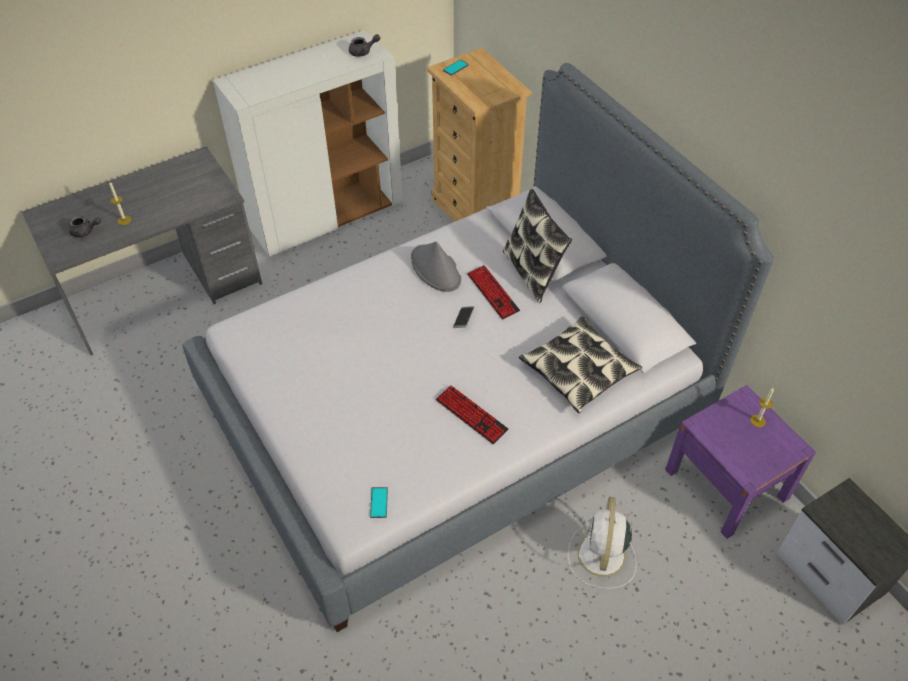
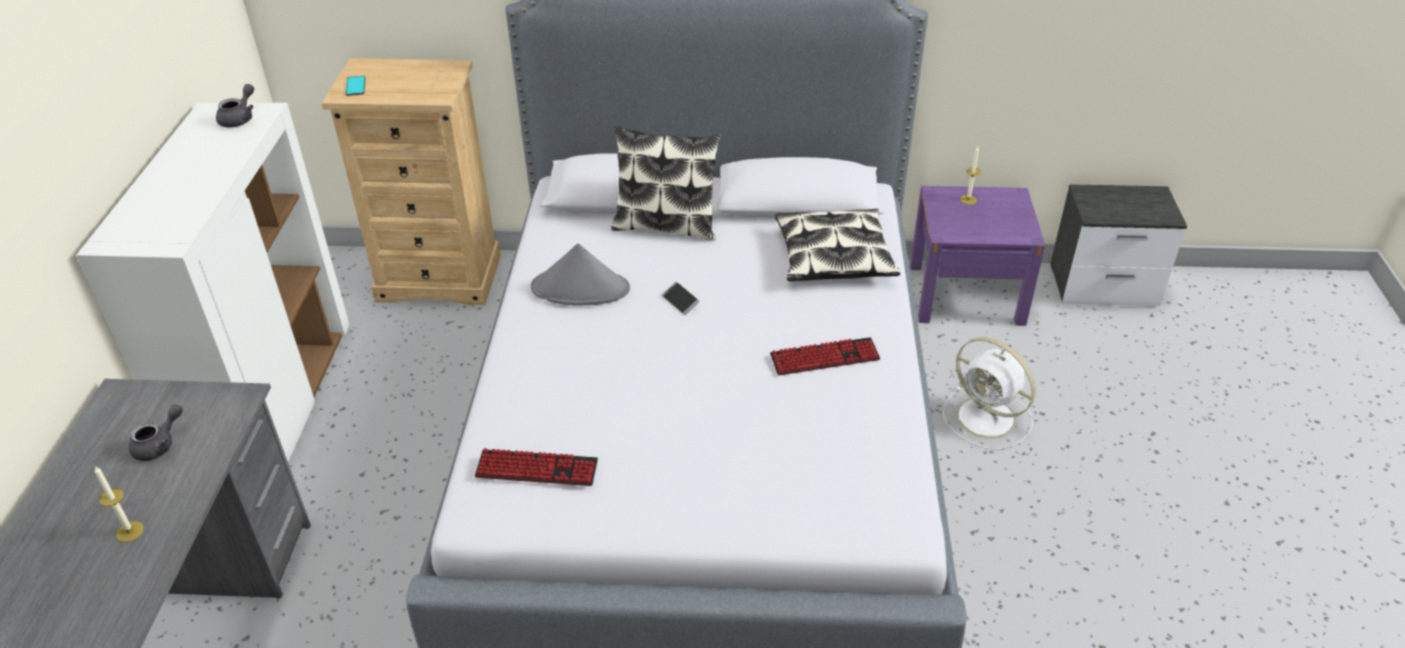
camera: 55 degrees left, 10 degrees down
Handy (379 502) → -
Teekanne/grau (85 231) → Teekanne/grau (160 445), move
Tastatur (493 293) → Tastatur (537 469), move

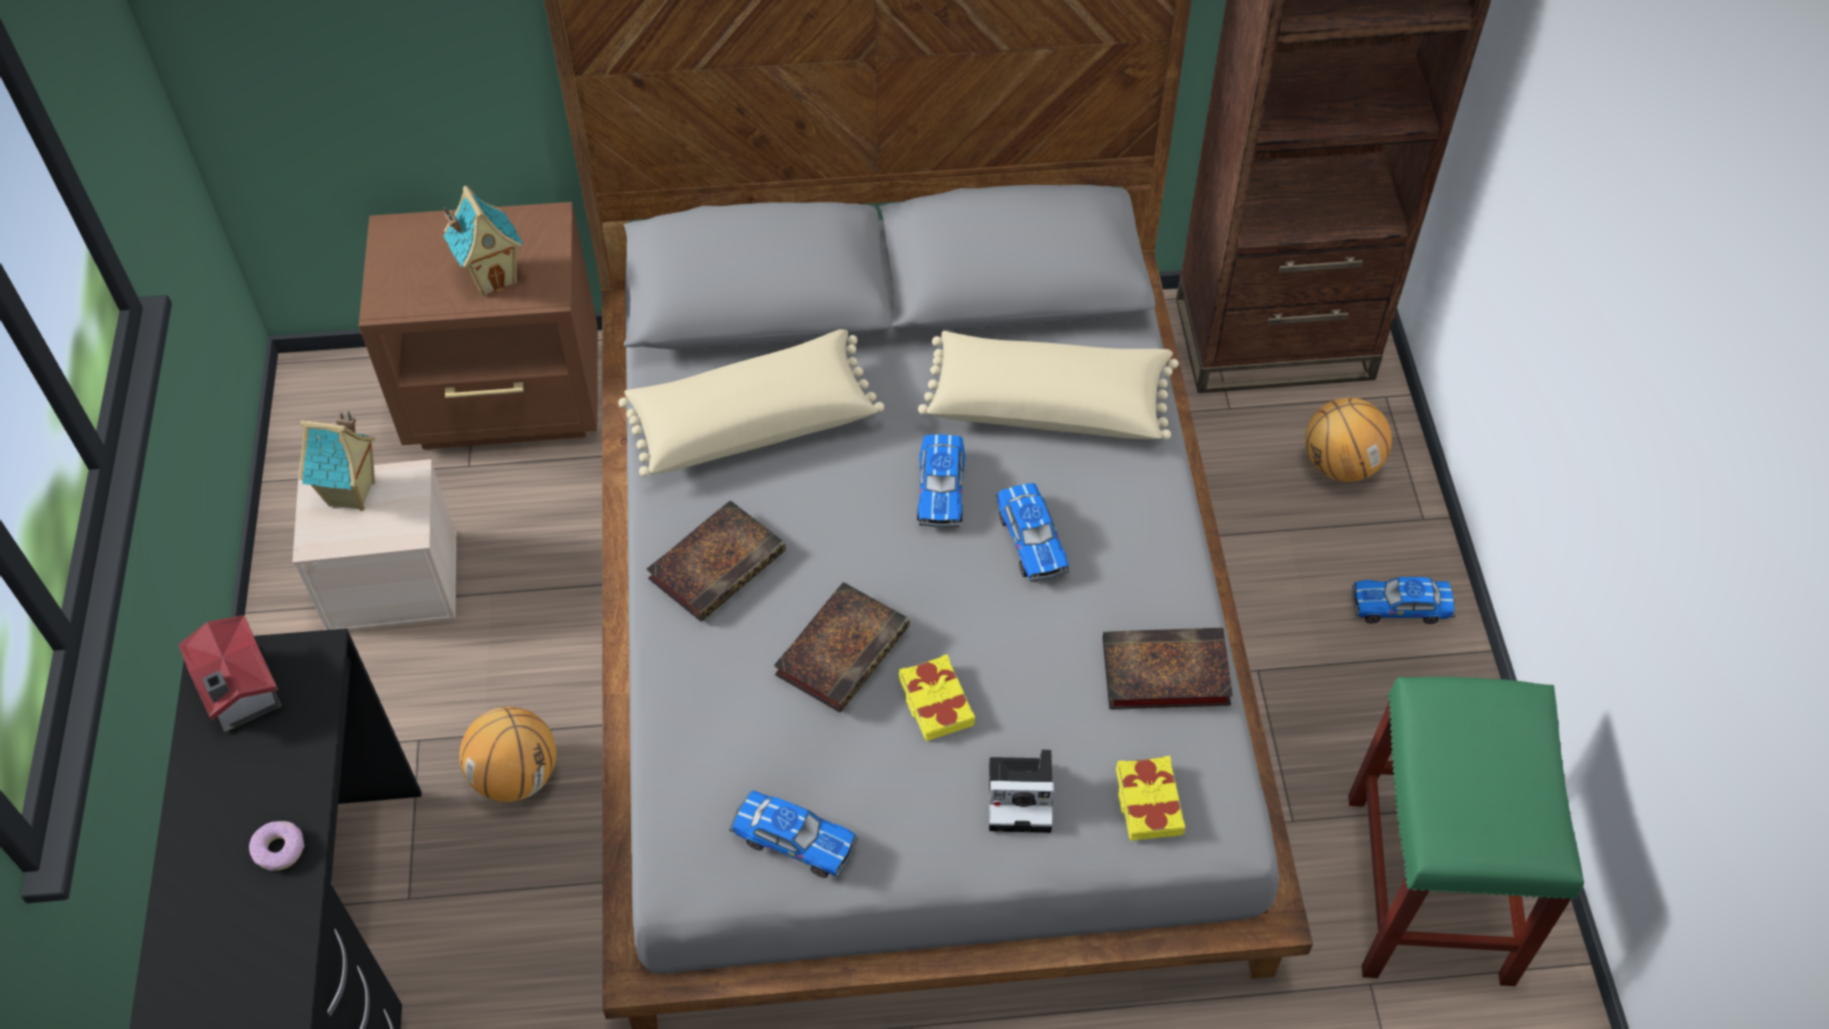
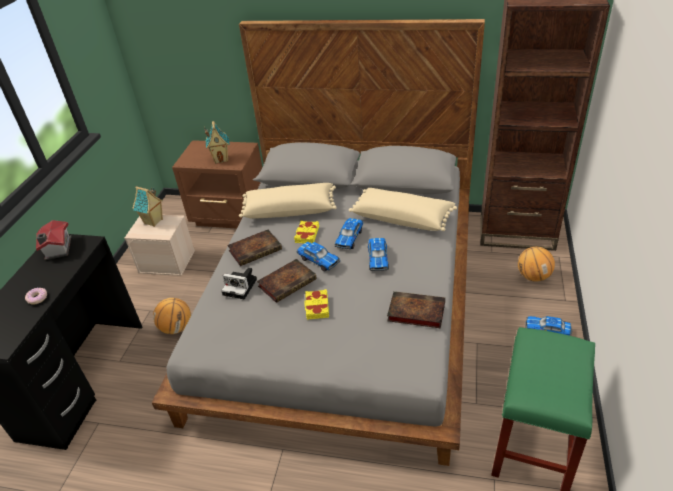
camera: 20 degrees right, 15 degrees down
Spielzeugauto (793 840) → Spielzeugauto (318 260), move
Kamera (1023 795) → Kamera (241 287), move
Buch/gelb (1147 802) → Buch/gelb (306 234), move

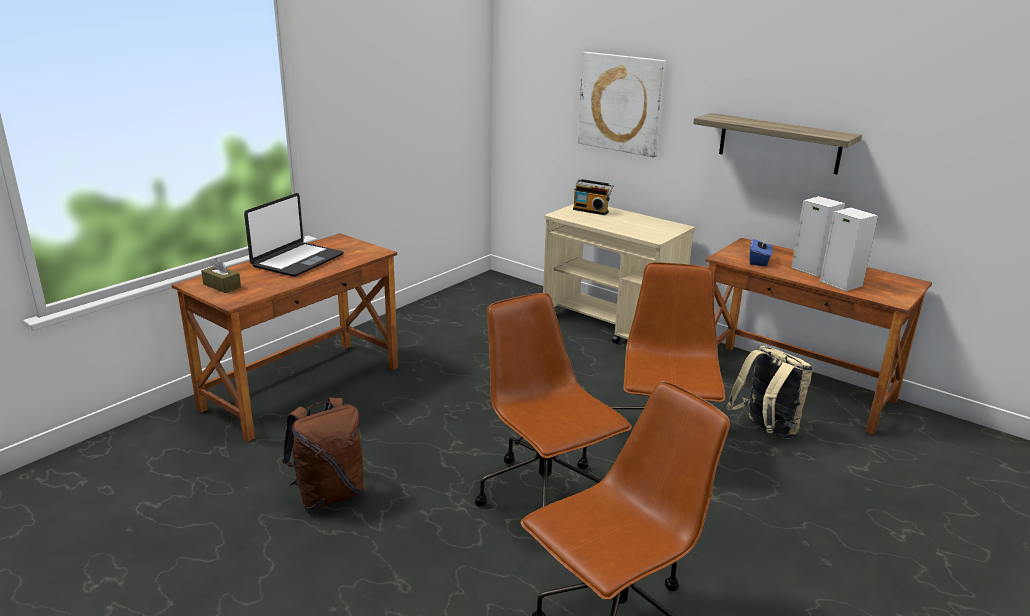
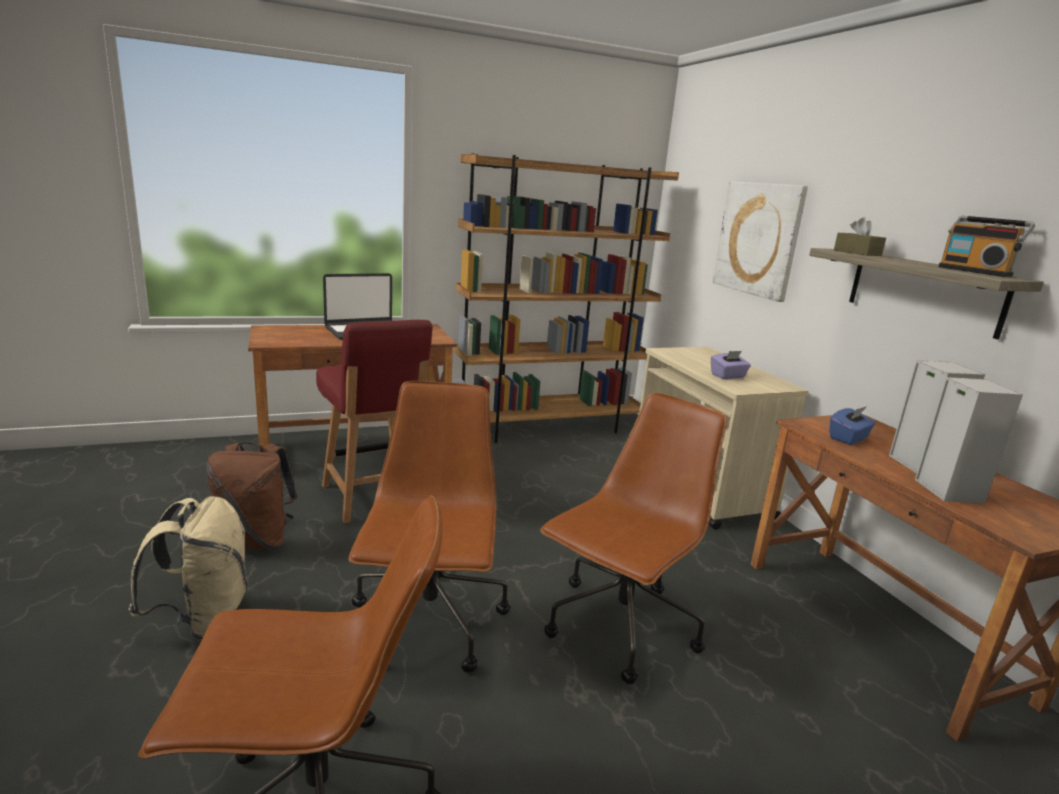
camera: 30 degrees right, 5 degrees down
- → Stuhl/rot (374 497)
- → Bücherregal/braun (548 427)
- → Taschentuchbox/lila (728 376)
Taschentuchbox/braun (222 286) → Taschentuchbox/braun (857 253), move
Radio (591 210) → Radio (975 271), move
Rucksack/beige (765 431) → Rucksack/beige (203 619), move

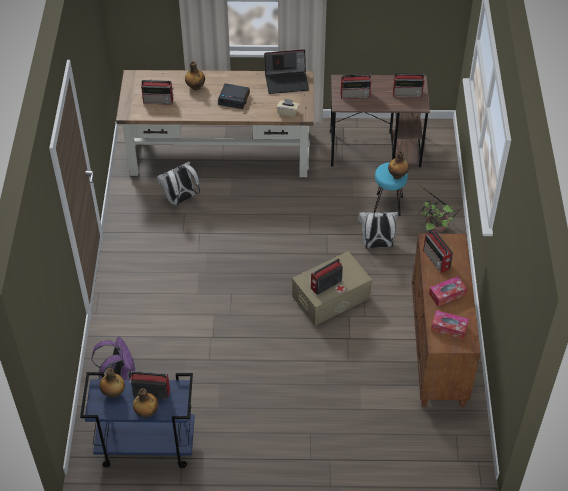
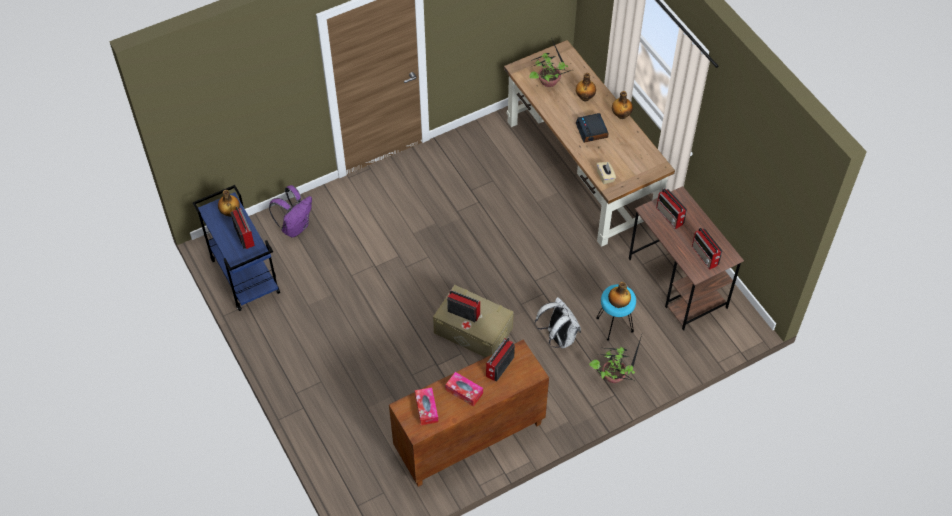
camera: 60 degrees right, 5 degrees up
Rucksack/weiß (180 199) → -
Laptop (287 81) → -
Flasche (146 412) → Flasche (621 115), move
Radio (159 100) → Topfpflanze (548 81)

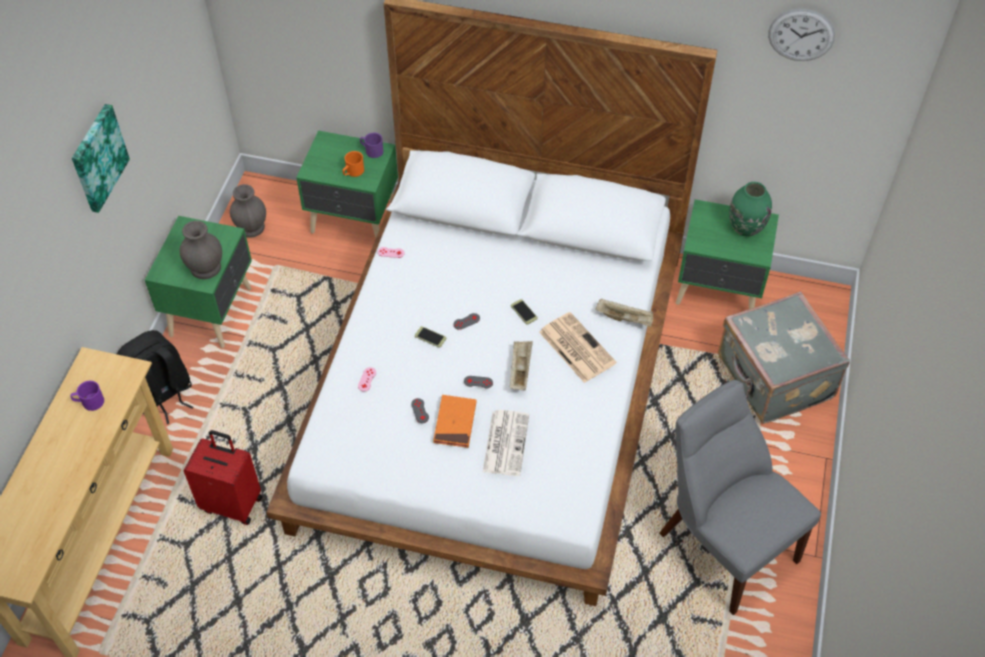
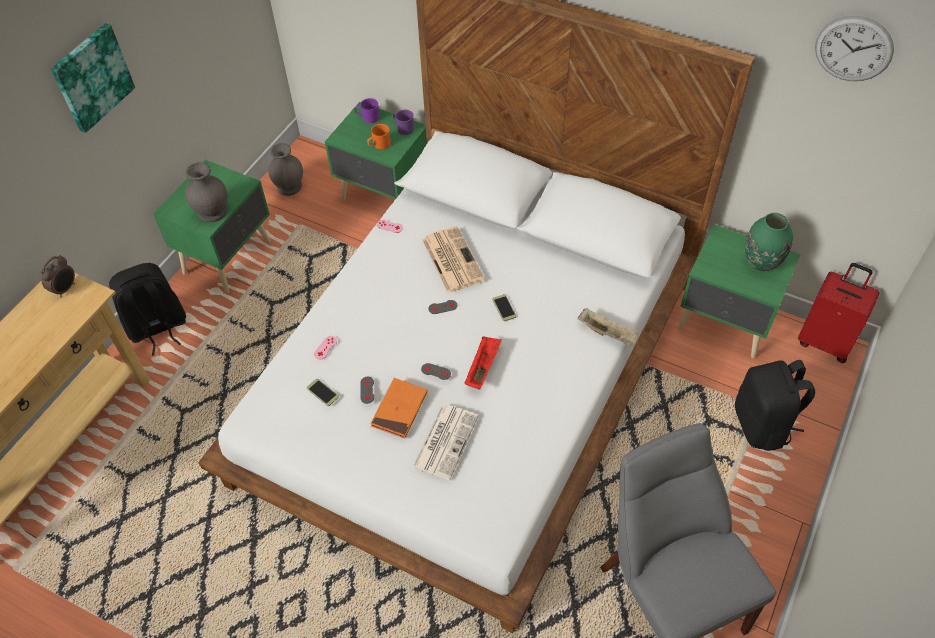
camera: 15 degrees right, 0 degrees up
- → Wecker (65 289)
Henkelbecher/lila (89 402) → Henkelbecher/lila (368 117), move
Koffer/rot (233 503) → Koffer/rot (825 341), move
Handy (430 337) → Handy (322 392), move
Zeitung (575 347) → Zeitung (451 259), move
Koffer/grau (773 378) → Rucksack/schwarz (763 425)
Tablett/beige (520 370) → Tablett/rot (483 367)

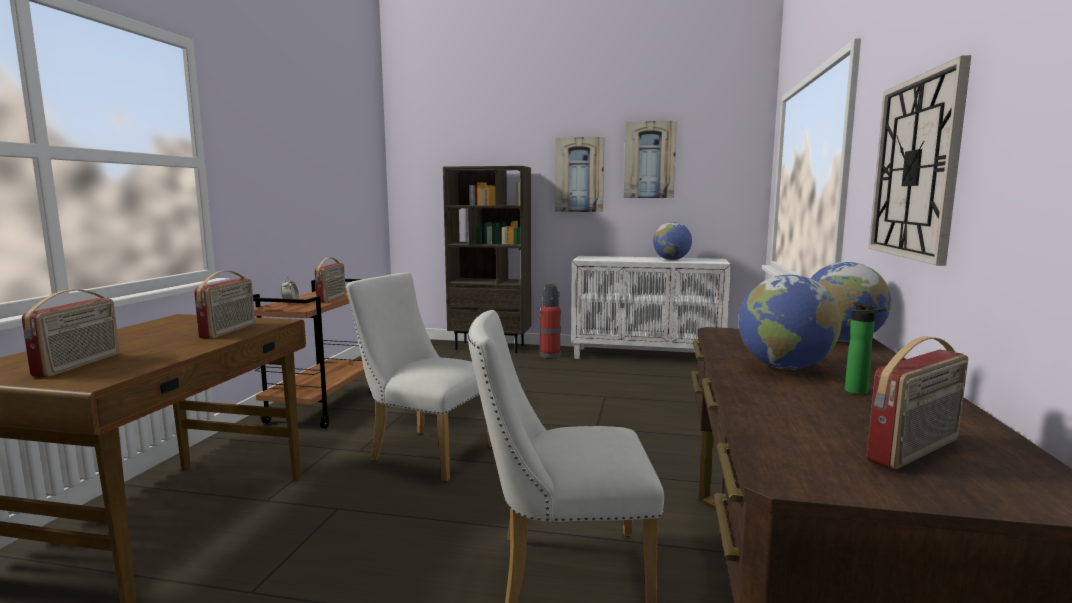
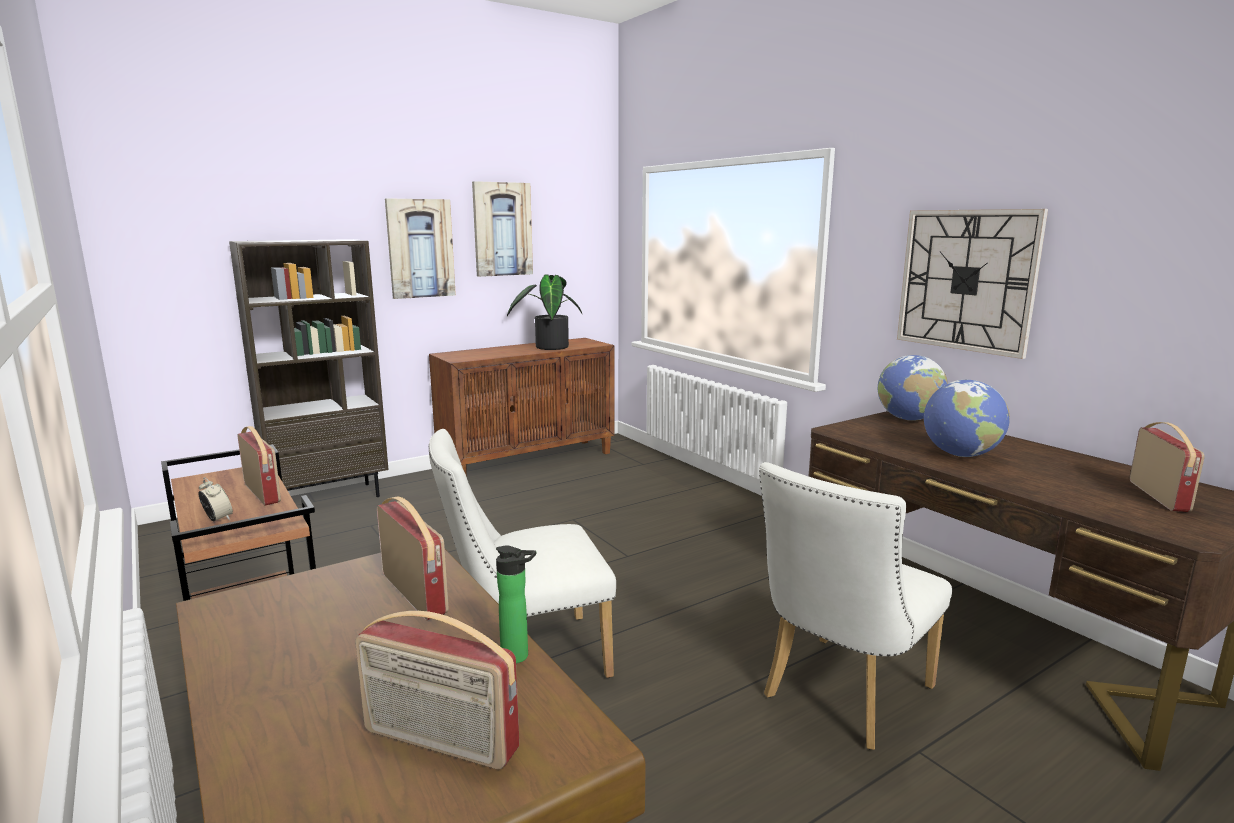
camera: 45 degrees left, 5 degrees up
Feuerlöscher (550 355) → -
Flasche (859 392) → Flasche (519 657), move
Globus (671 260) → Topfpflanze (548 347)
Schrank/weiß (647 356) → Schrank/braun (529 460)
Radio (79 365) → Radio (439 742), 150 degrees clockwise

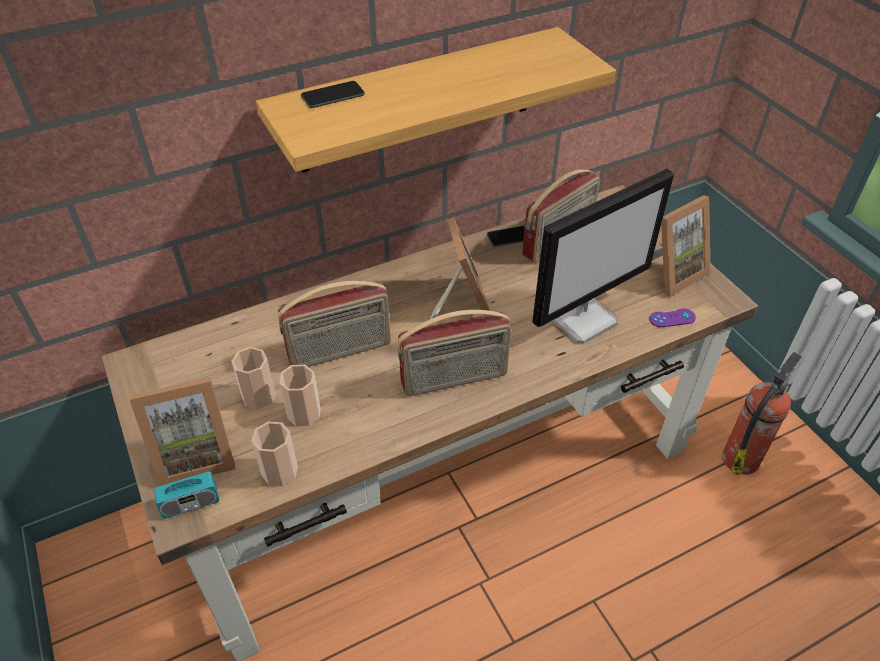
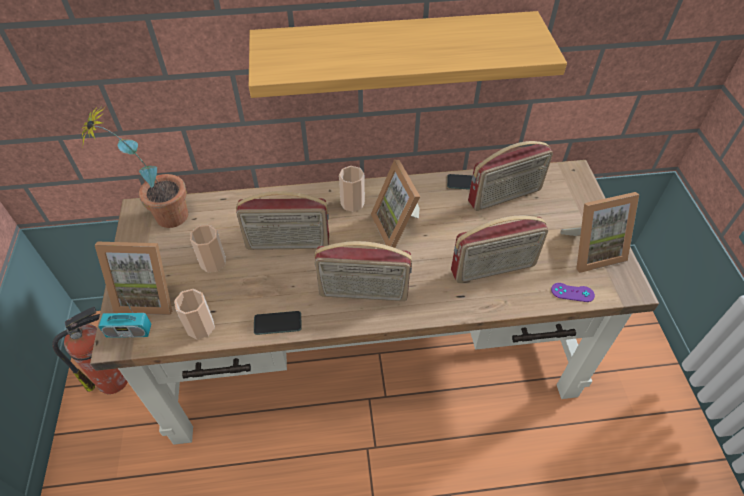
camera: 20 degrees right, 5 degrees up
- → Topfpflanze (161 218)
Tasse (304 413) → Tasse (352 203), move
Handy (333 95) → Handy (277 323), move
Feuerlöscher (741 457) → Feuerlöscher (115 379), move
Monitor (582 317) → Radio (493 269)
Bilderrahmen (460 301) → Bilderrahmen (399 227), 150 degrees clockwise

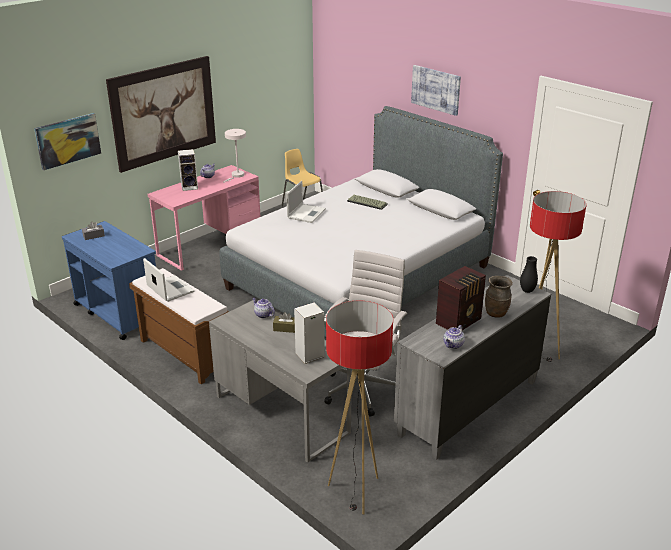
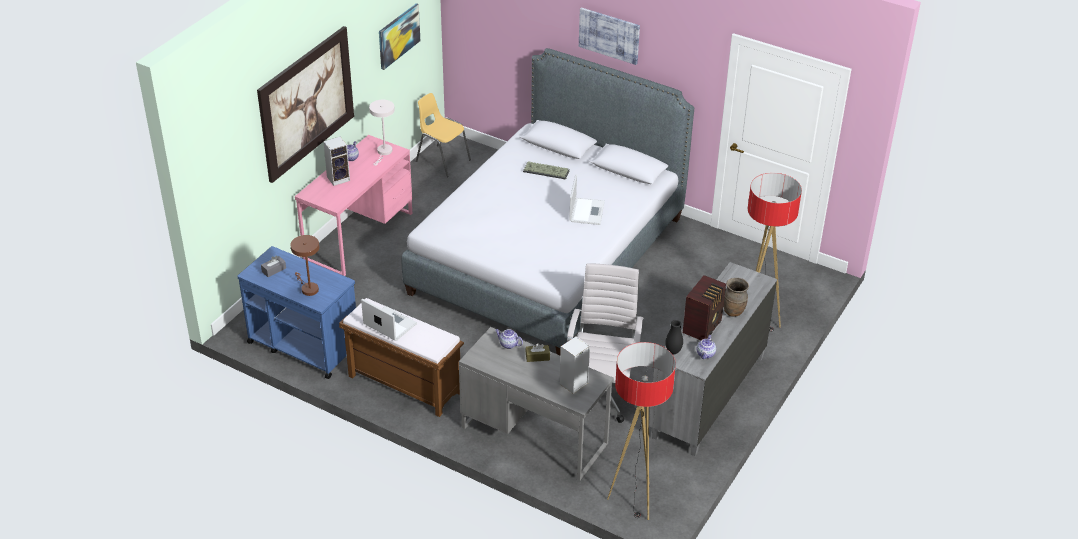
camera: 15 degrees left, 10 degrees up
- → Tischlampe/braun (308 288)
Bild (68 140) → Bild (398 35), move
Laptop (306 213) → Laptop (587 211), move
Vase/schwarz (527 291) → Vase/schwarz (673 351), move

